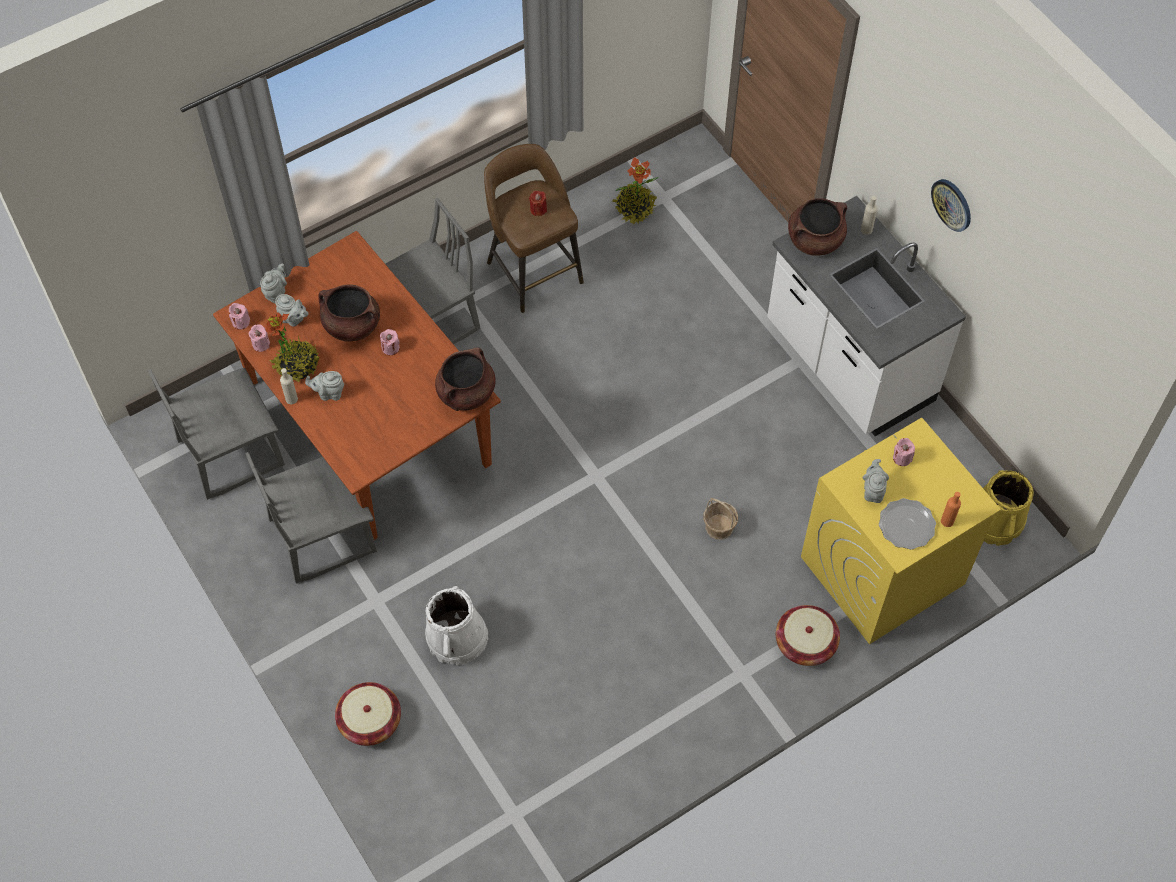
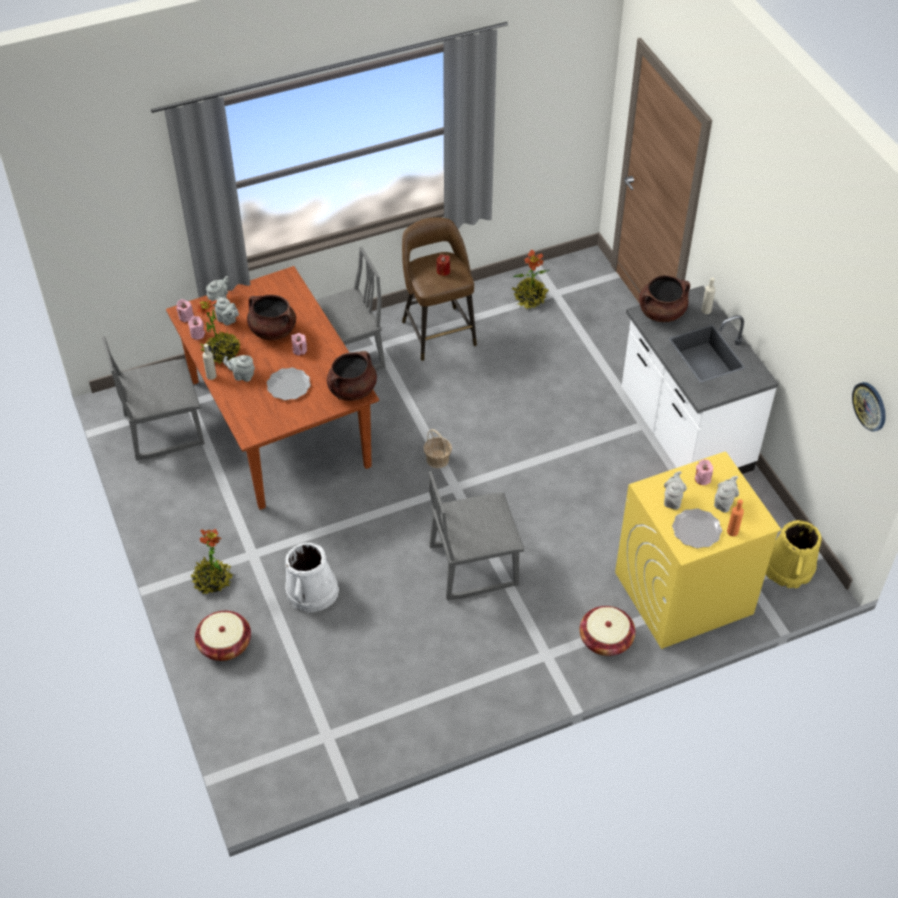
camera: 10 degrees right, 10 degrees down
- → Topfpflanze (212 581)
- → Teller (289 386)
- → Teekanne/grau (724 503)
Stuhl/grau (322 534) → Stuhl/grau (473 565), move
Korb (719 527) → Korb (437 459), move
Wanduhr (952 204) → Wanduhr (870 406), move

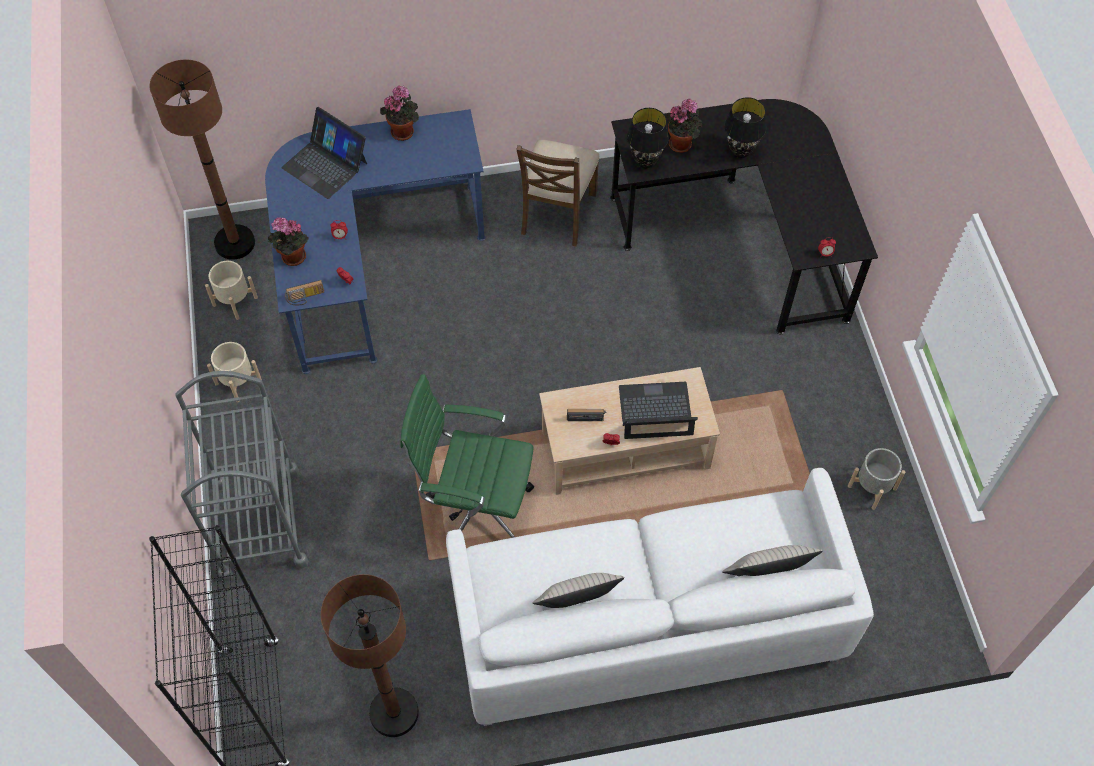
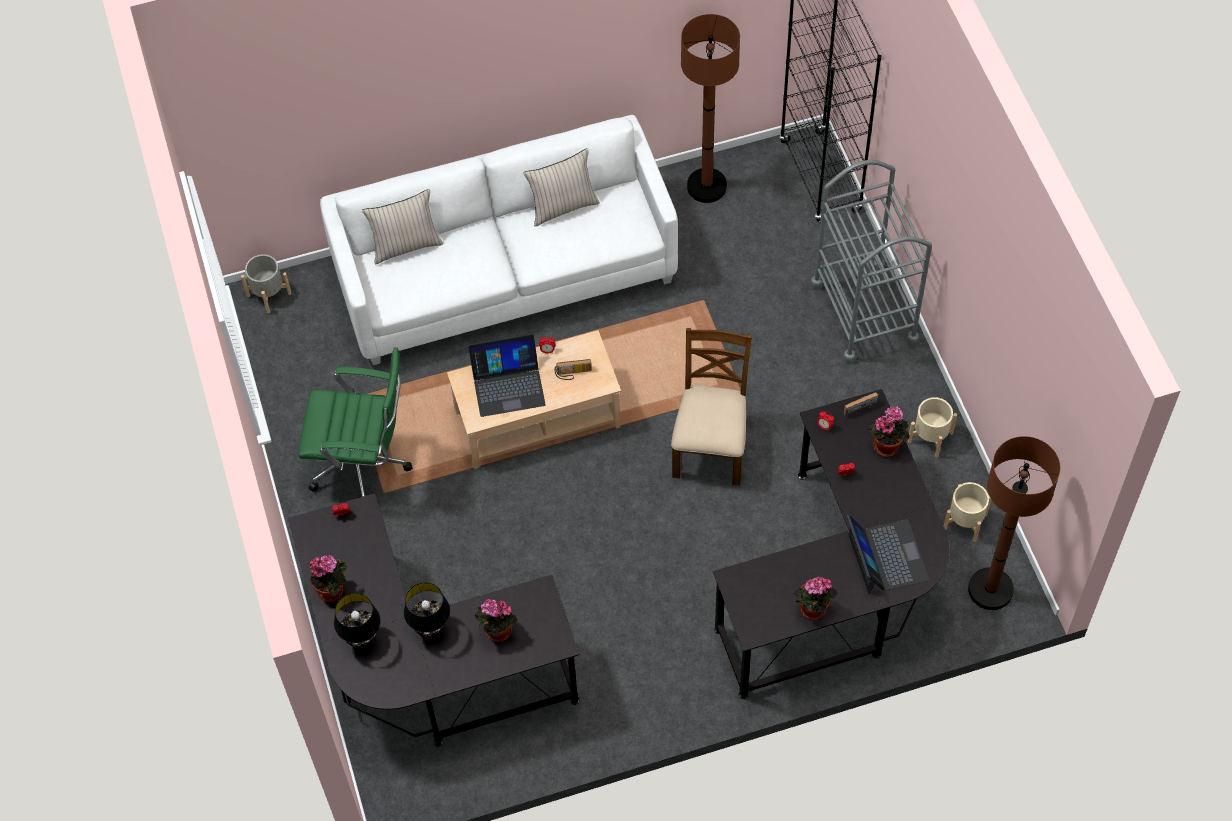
camera: 175 degrees right, 0 degrees up
- → Topfpflanze (333 590)
Bürostuhl/grün (475 507) → Bürostuhl/grün (364 466), move
Stuhl/braun (557 213) → Stuhl/braun (711 446), move
Tischlampe/schwarz (645 162) → Tischlampe/schwarz (361 639), move
Pflanzkübel/grau (872 487) → Pflanzkübel/grau (268 294), move
Schreibtisch/blau (367 261) → Schreibtisch/schwarz (838 585)
Laptop (325 165) → Laptop (886 557), 45 degrees clockwise

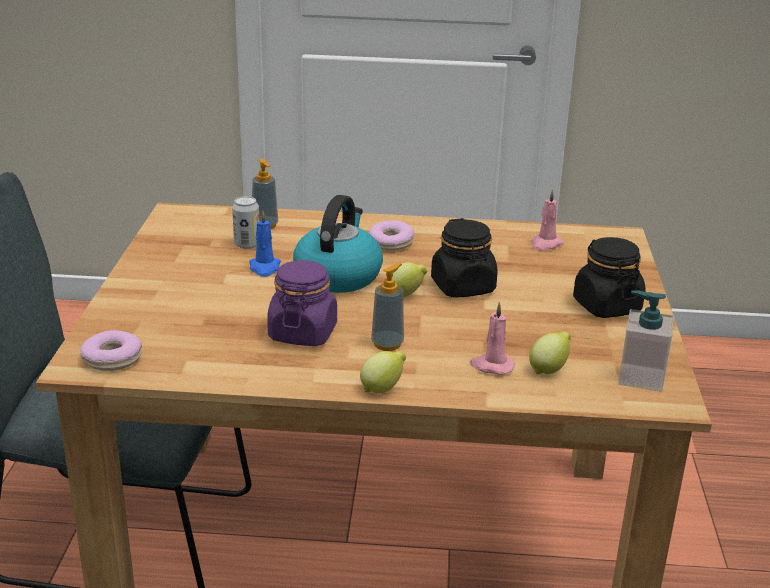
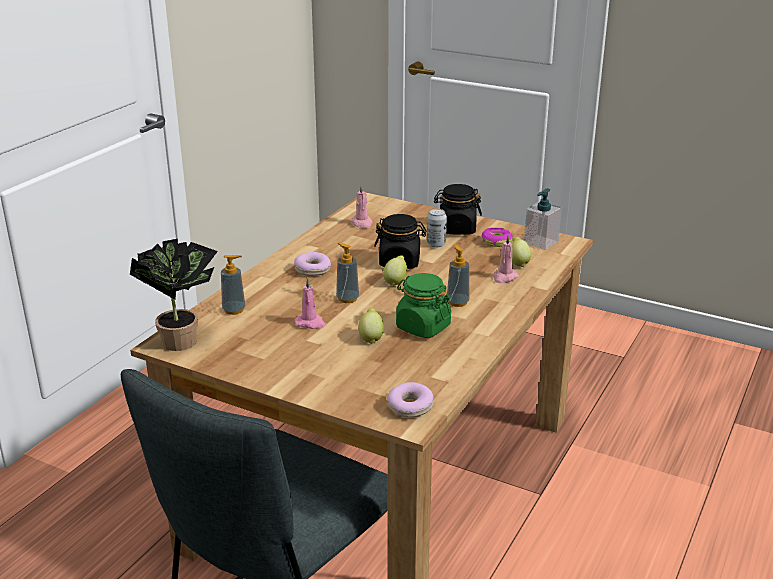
camera: 65 degrees left, 0 degrees up
- → Topfpflanze (181 339)
- → Donut (496 242)
Dose (247 244) → Dose (436 244), move
Zitrone (382 389) → Zitrone (371 338), move
Wasserkessel (338 275) → Seifenspender (347 299)
Kerze/blau (264 268) → Kerze/rosa (311 323)
Vorratsglas/lila (303 333) → Vorratsglas/grün (422 327)

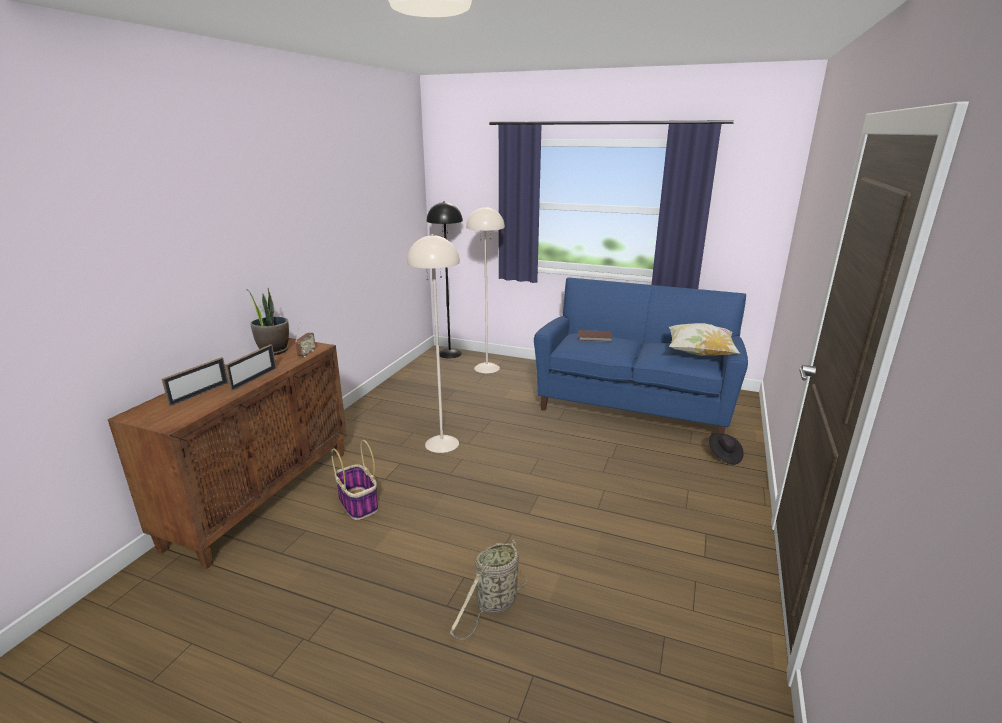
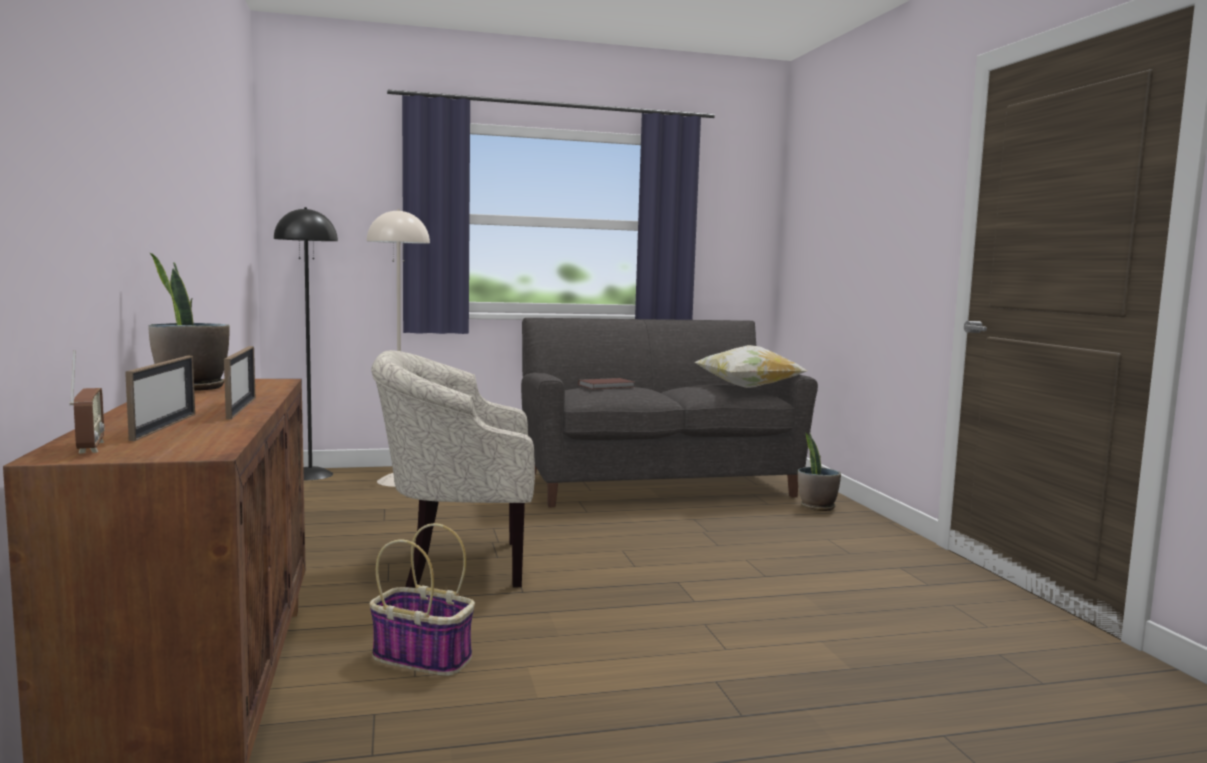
camera: 35 degrees left, 15 degrees down
Korb (494 605) → -
Radio (306 353) → Radio (90 447), move
Stehlampe/beige (442 443) → Sessel/beige (456 564)
Hut/schwarz (724 456) → Topfpflanze (816 507)
Sofa/blau (634 403) → Sofa/grau (656 483)

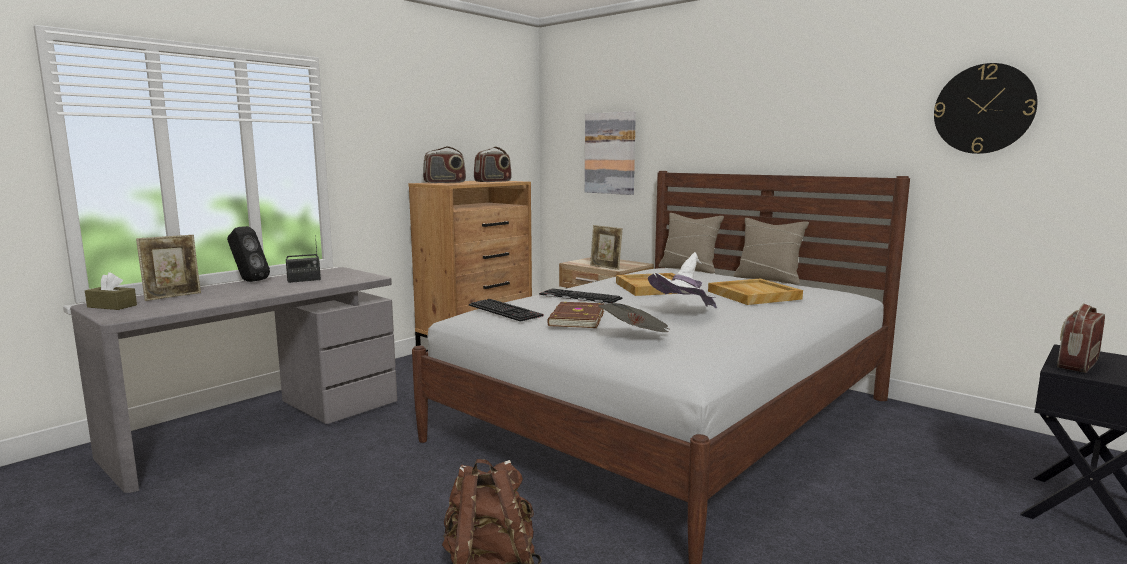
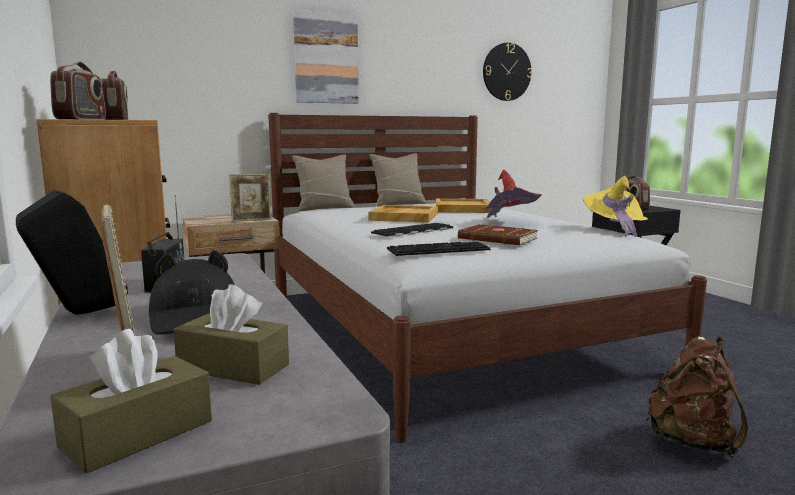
camera: 65 degrees left, 0 degrees up
Zeitung (637 338) → -
- → Hut/schwarz (196 316)
- → Taschentuchbox/braun (233 367)
- → Hut/gelb (614 229)
Bild (610 153) → Bild (326 58), move
Hut/weiß (684 314) → Hut/rot (508 222)

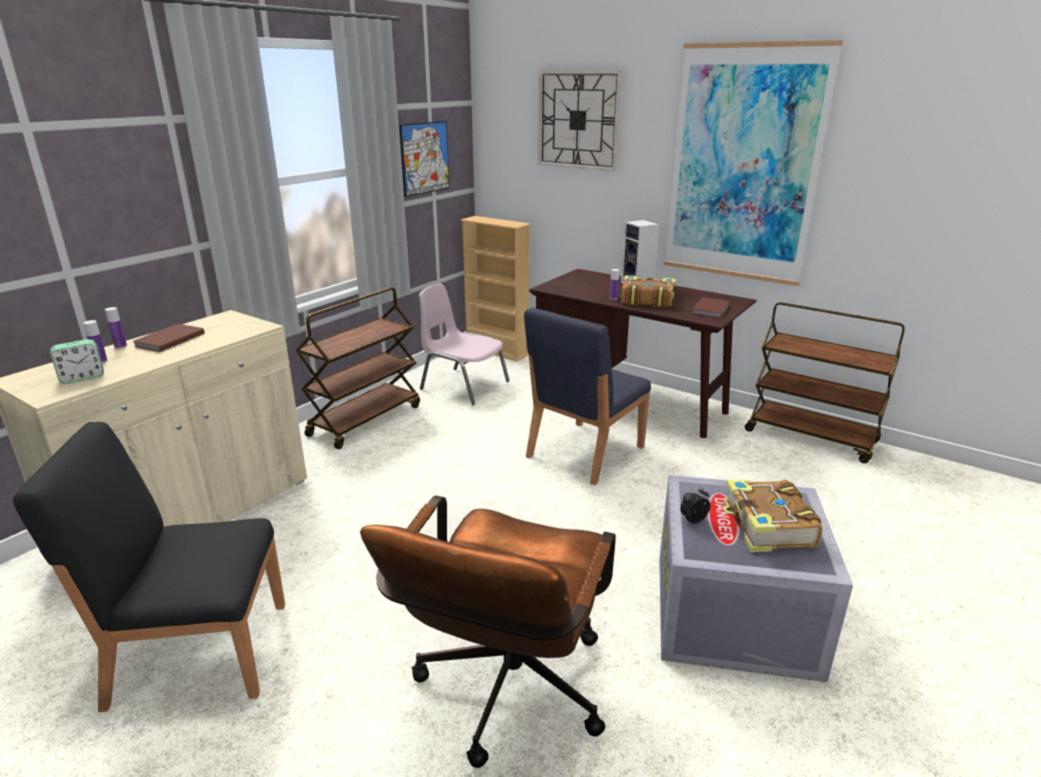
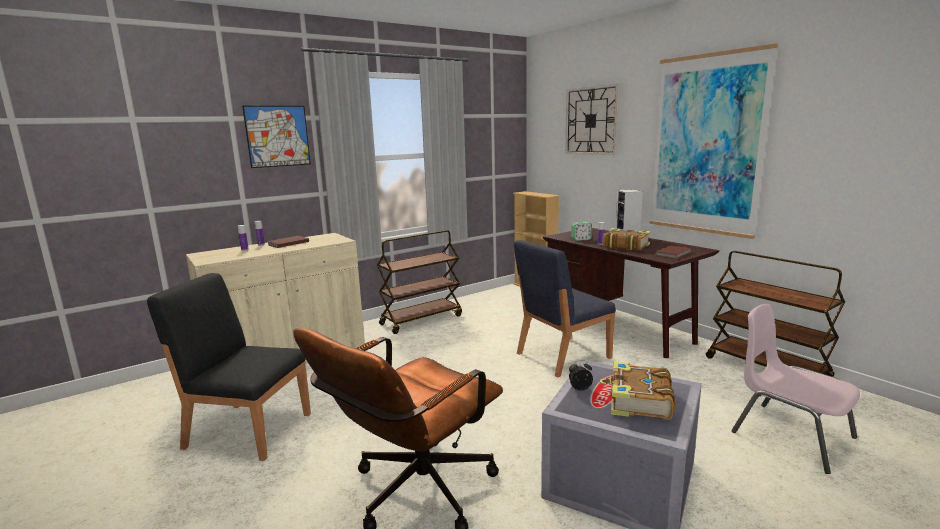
camera: 20 degrees right, 10 degrees down
Wecker (82 378) → Wecker (581 239), move
Bild (425 158) → Bild (277 136), move
Stuhl/rosa (463 385) → Stuhl/rosa (790 434), move

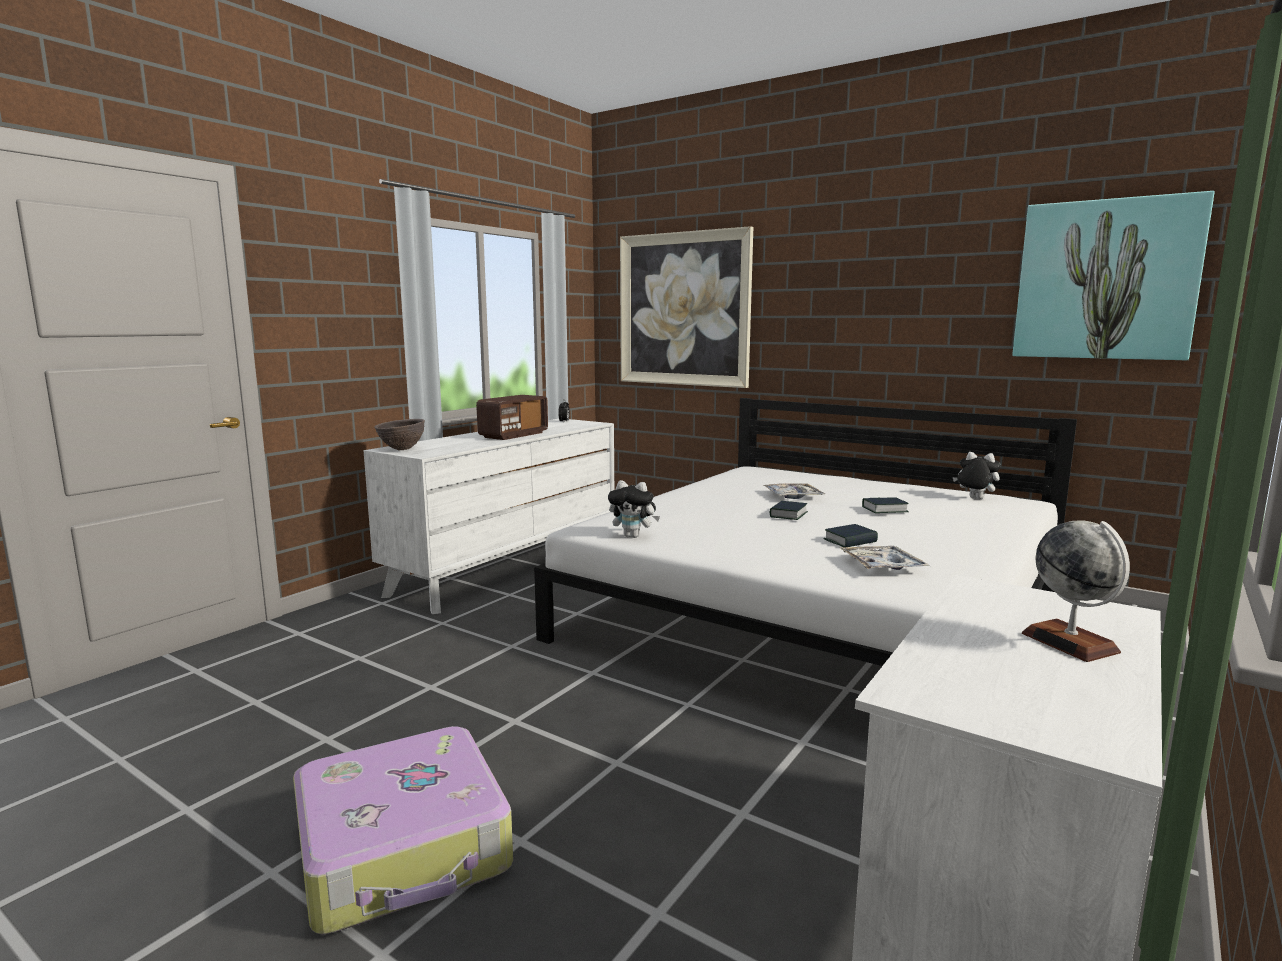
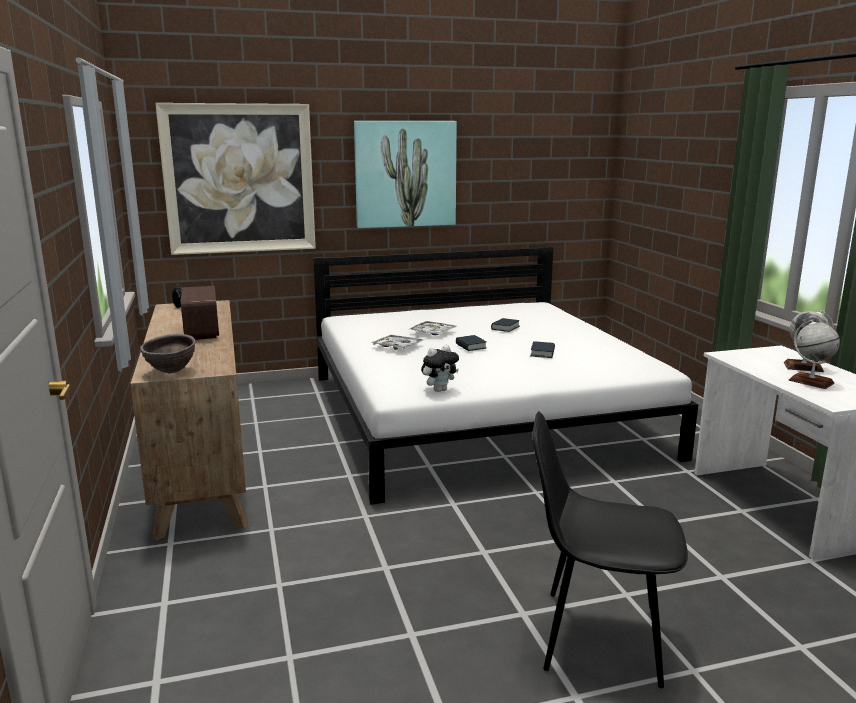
camera: 50 degrees left, 5 degrees up
Plüschtier (974 499) → -
- → Globus (810 382)
Tablett (882 566) → Tablett (397 347), move
Bild (1106 280) → Bild (405 174), move
Koffer (405 848) → Stuhl/schwarz (597 636)
Kommode/weiß (508 566) → Kommode/braun (202 467)

